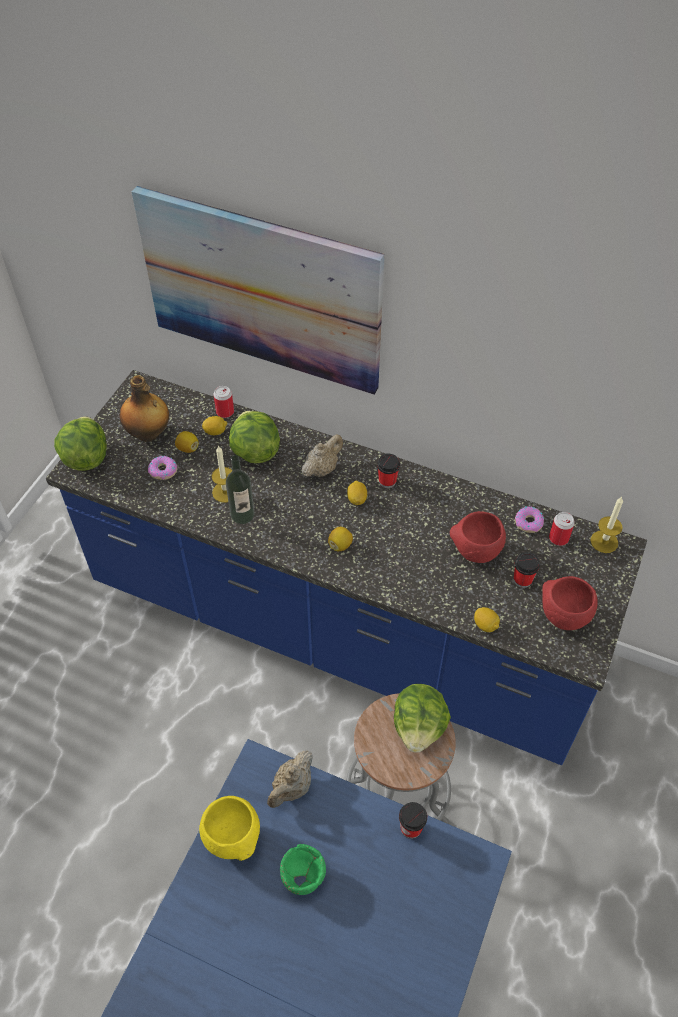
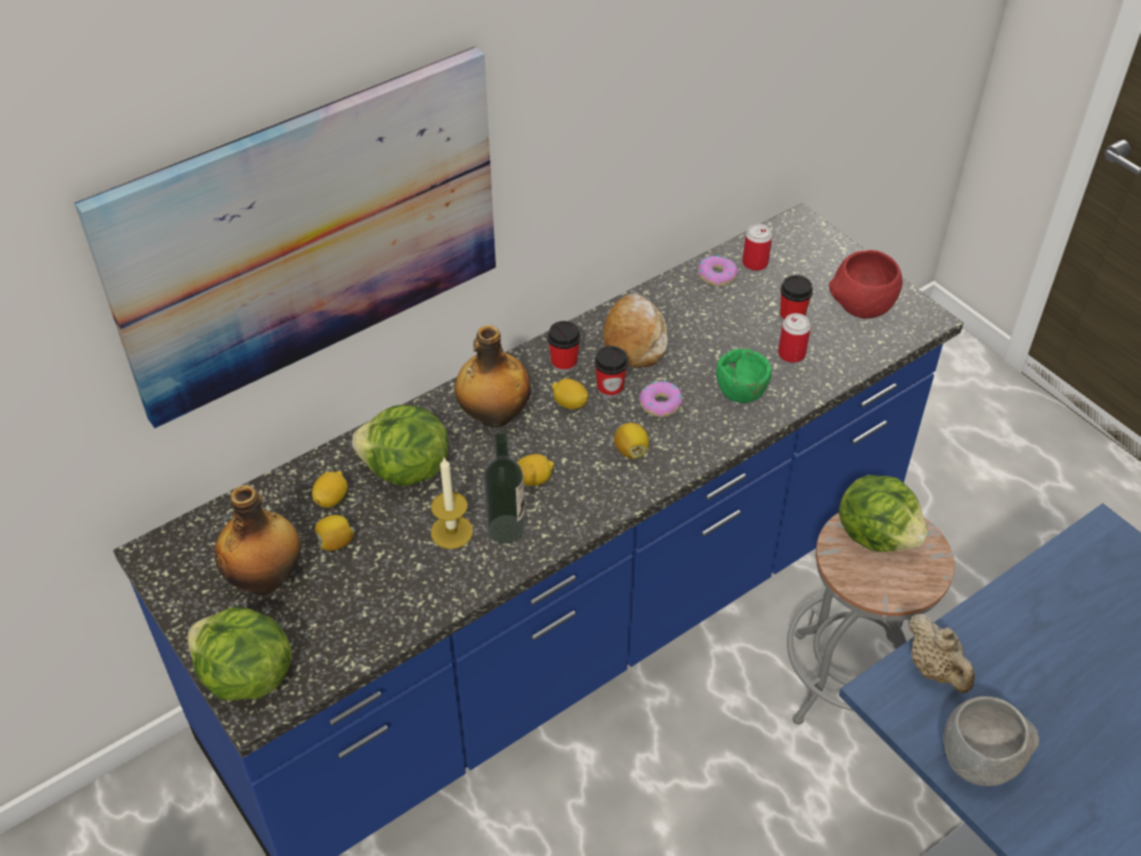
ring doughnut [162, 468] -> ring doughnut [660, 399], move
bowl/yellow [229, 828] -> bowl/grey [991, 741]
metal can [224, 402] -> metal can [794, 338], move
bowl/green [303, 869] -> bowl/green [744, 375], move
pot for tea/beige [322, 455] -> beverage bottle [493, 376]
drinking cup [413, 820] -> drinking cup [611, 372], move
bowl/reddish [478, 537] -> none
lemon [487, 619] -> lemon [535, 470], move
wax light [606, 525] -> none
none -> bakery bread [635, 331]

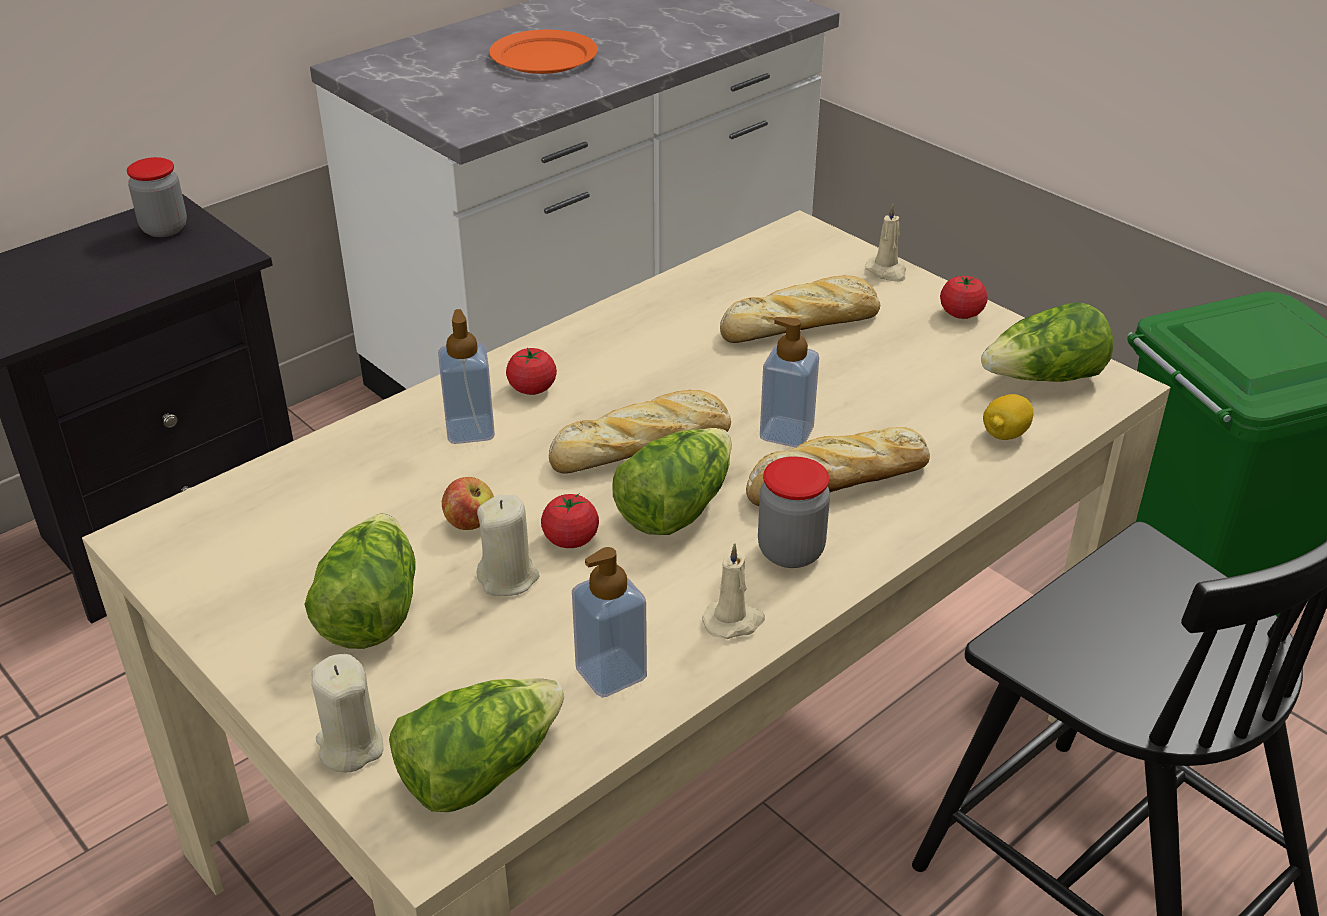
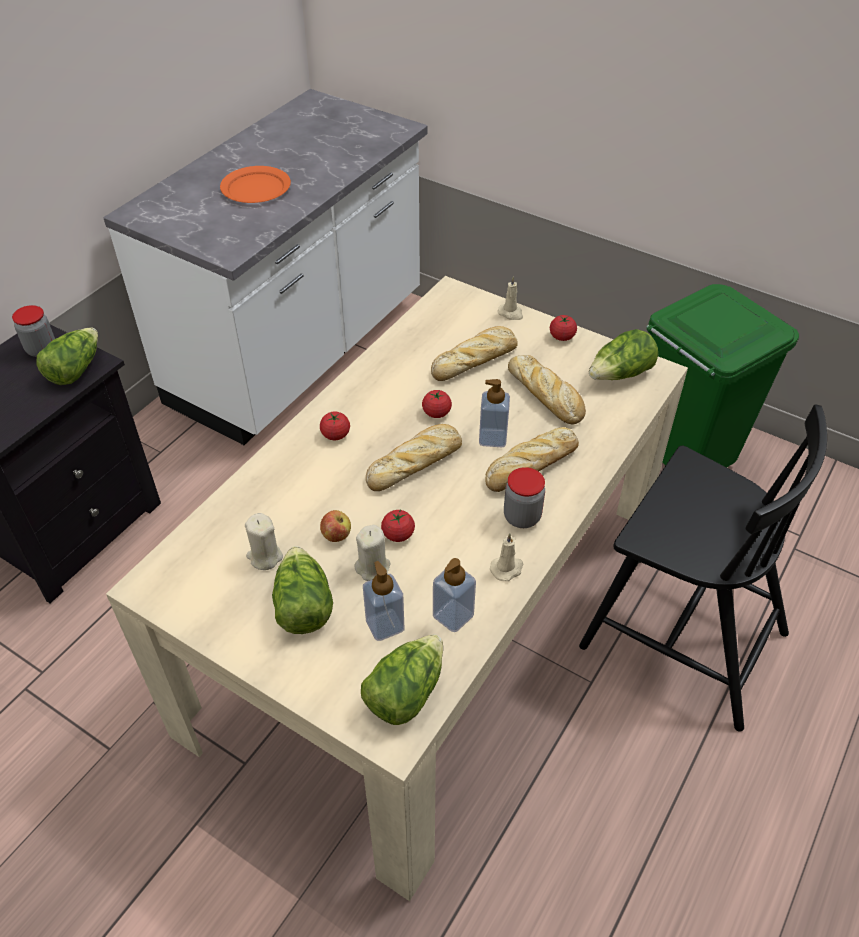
wax light/beige [347, 713] -> wax light/beige [264, 541], move
soap bottle [466, 376] -> soap bottle [384, 601], move
lettuce head [671, 481] -> lettuce head [67, 356], move
lemon [1008, 417] -> none
none -> tomato [437, 404]
none -> bakery bread [547, 390]

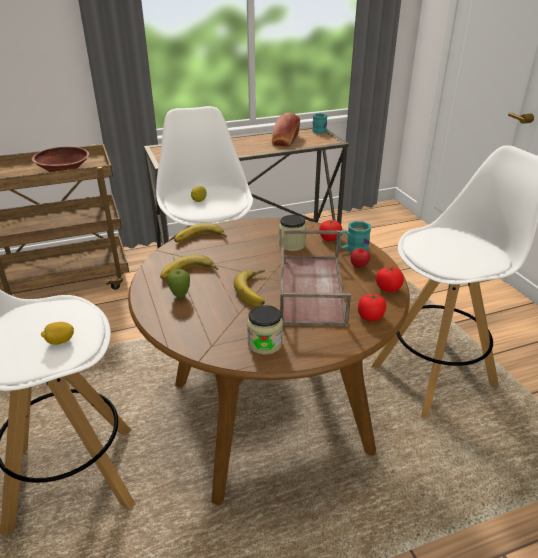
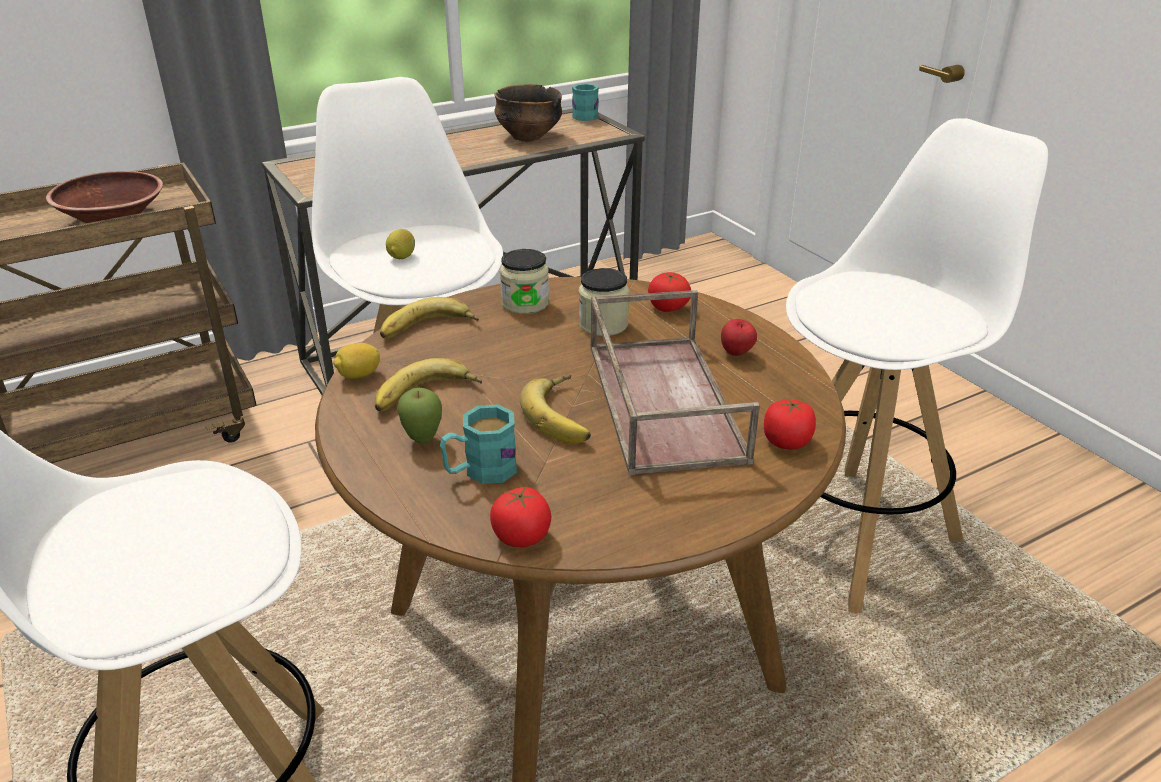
lemon [57, 333] -> lemon [356, 361], move
storage jar [265, 330] -> storage jar [524, 281], move
bakery bread [286, 130] -> bowl [528, 113]
coffee mug/turquoise-coloured [355, 237] -> coffee mug/turquoise-coloured [478, 444], move
tomato [390, 279] -> tomato [520, 517], move

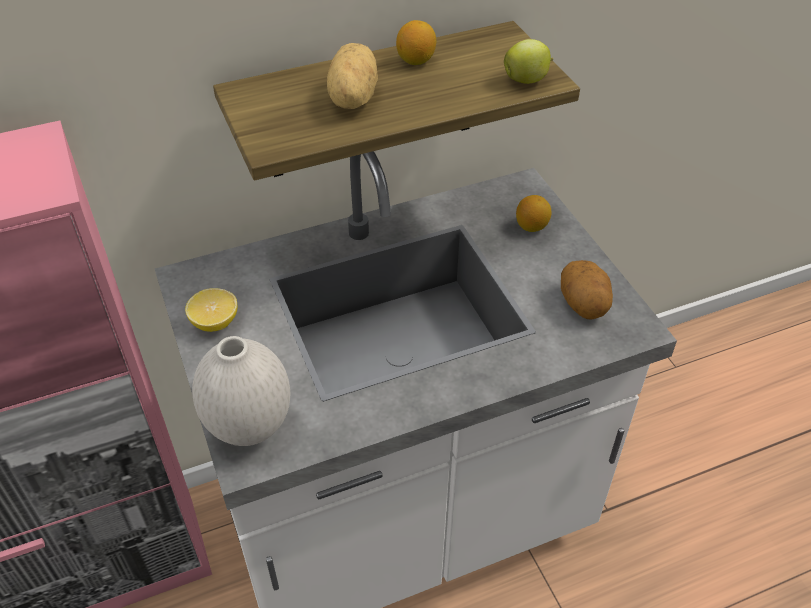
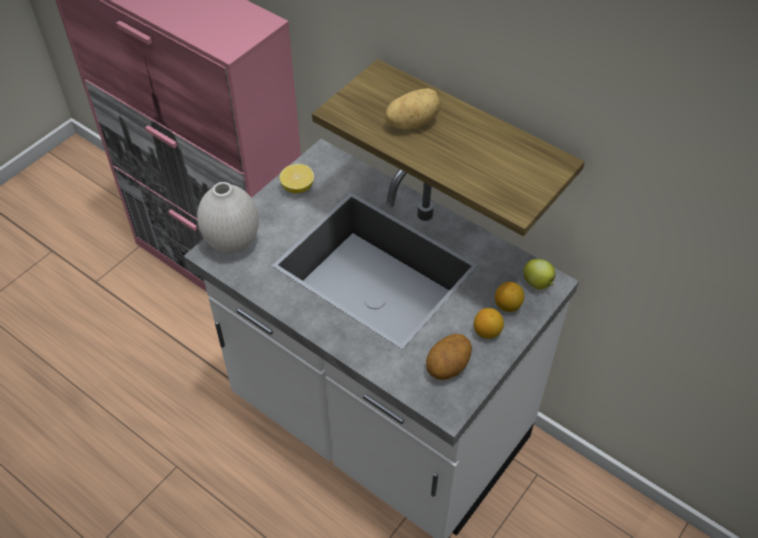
lemon [416, 42] -> lemon [489, 323], move
apple [528, 61] -> apple [539, 274], move

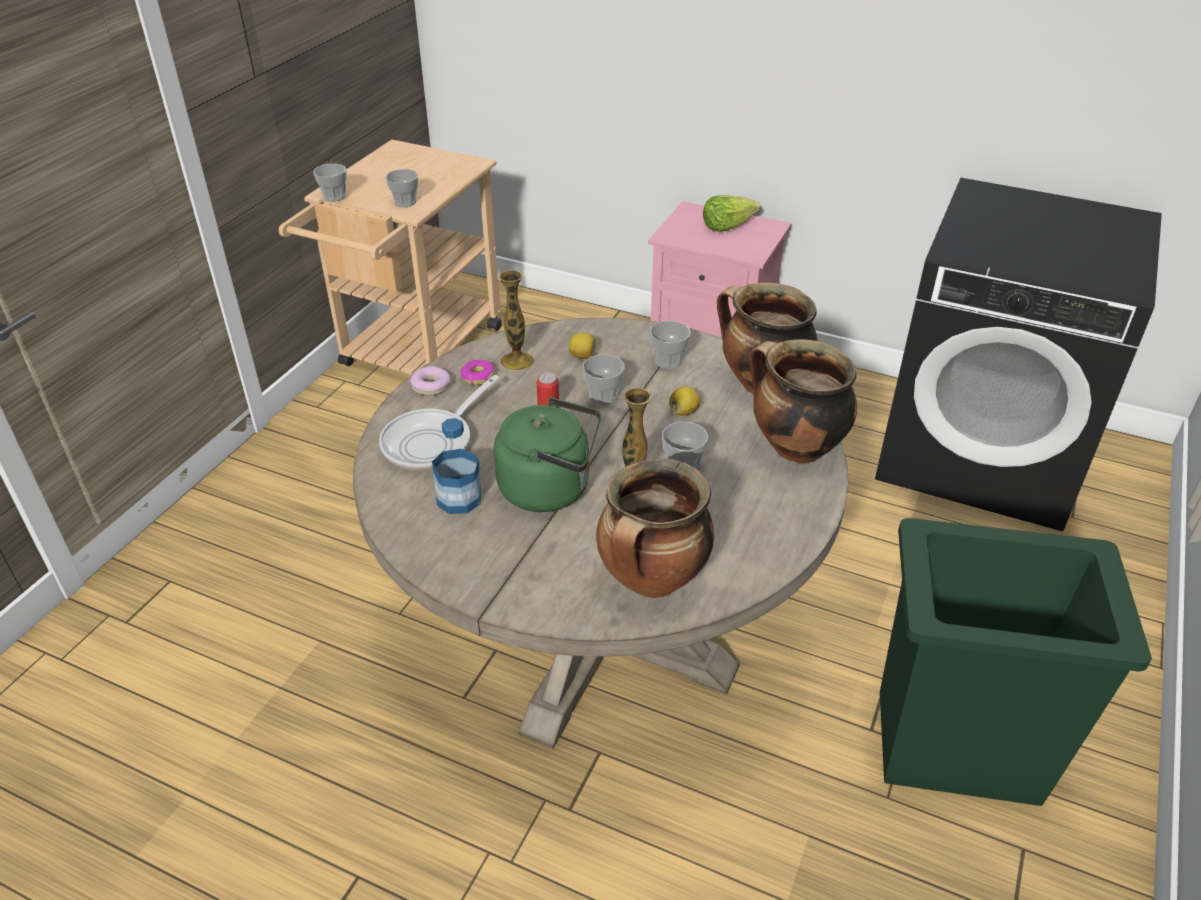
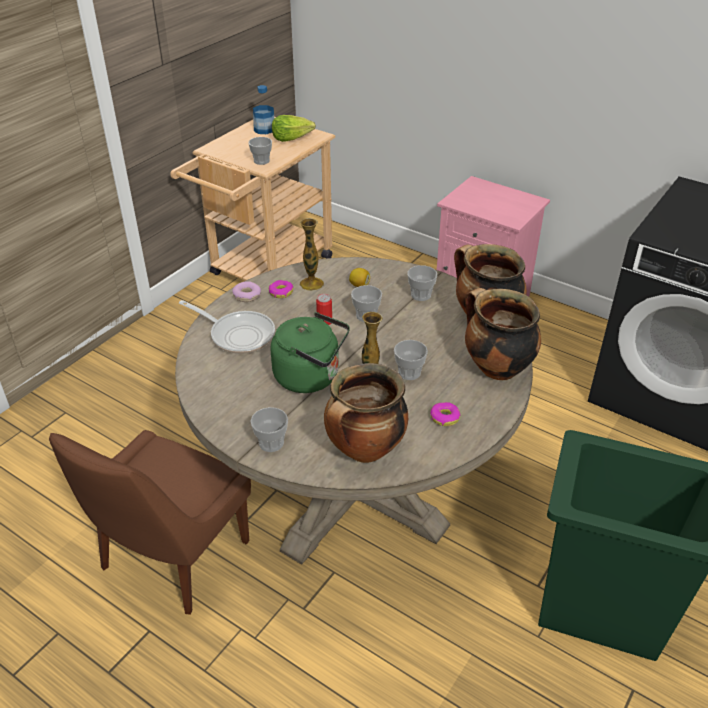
drinking cup [330, 182] -> drinking cup [269, 429], move
frying pan [439, 422] -> frying pan [227, 327], 105 degrees counterclockwise
beverage bottle [456, 466] -> beverage bottle [263, 109], move
lemon [684, 401] -> none
lettuce head [731, 213] -> lettuce head [294, 128], move
none -> upright chair/brown-coloured [150, 522]
none -> ring doughnut [445, 414]

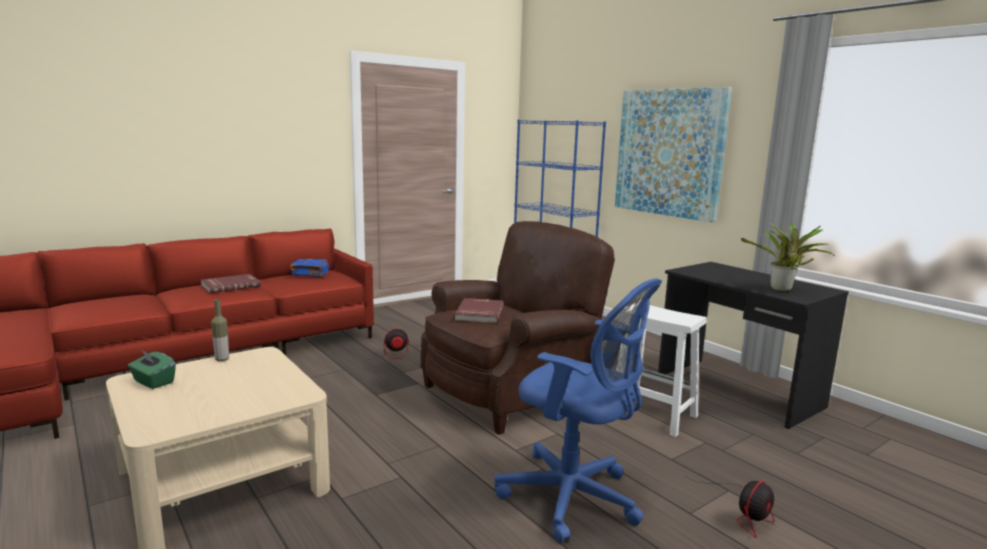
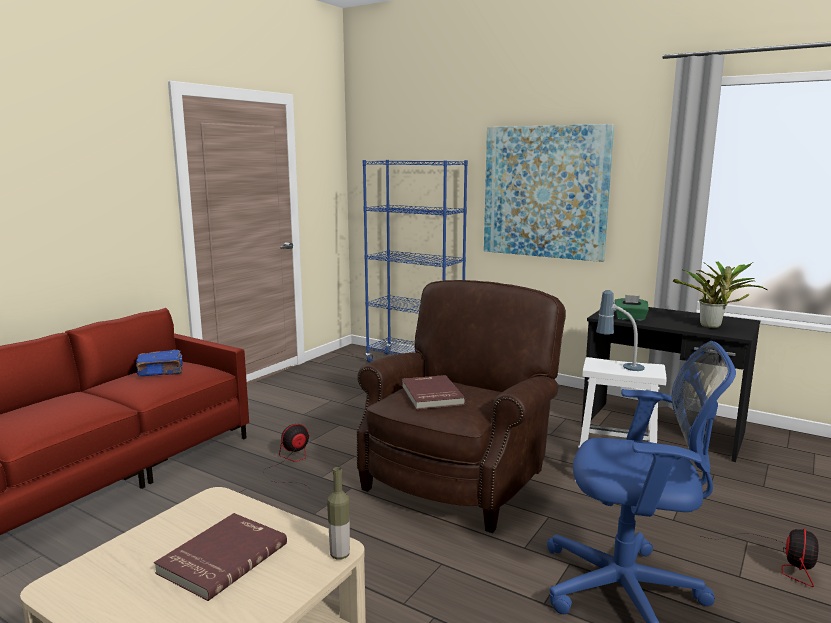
box of tissues/green [152, 369] -> box of tissues/green [631, 308], move
volume/reddish [231, 283] -> volume/reddish [220, 557], move
beverage bottle [220, 330] -> beverage bottle [338, 513], move
none -> table lamp [620, 330]

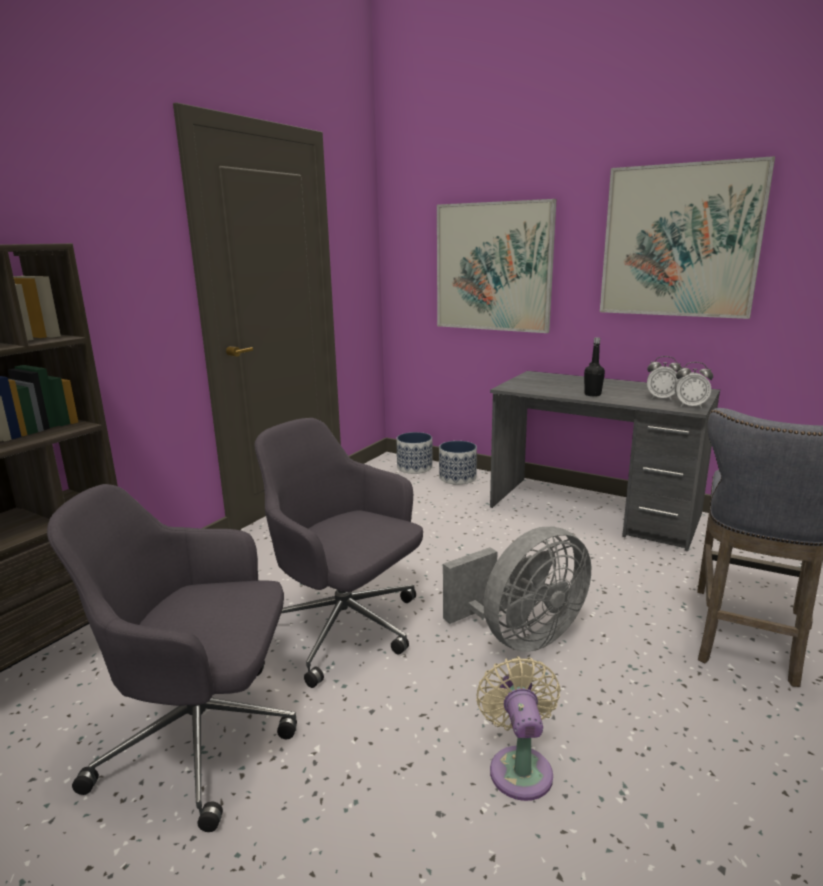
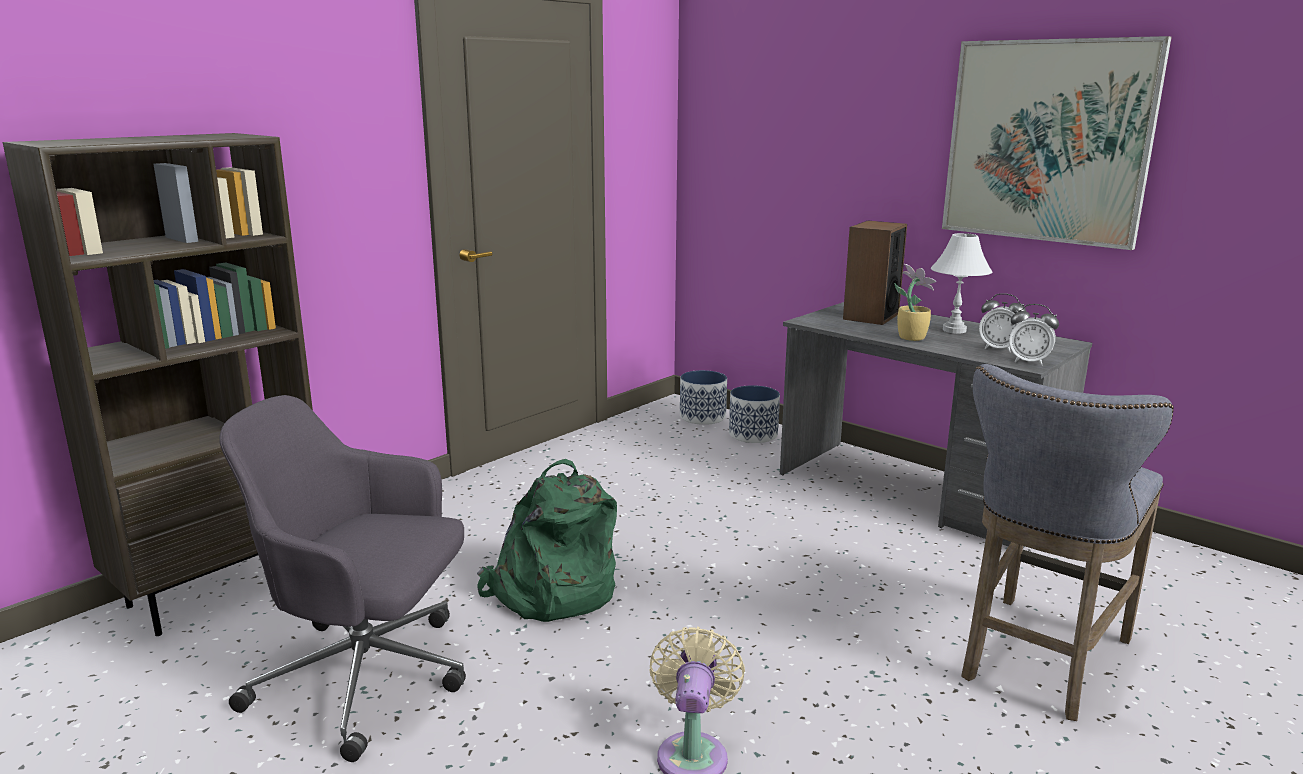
computer chair/grey [338, 553] -> knapsack/green [547, 540]
wall picture [497, 266] -> none
cooling fan/grey [517, 589] -> none
beverage bottle/black-coloured [594, 367] -> potted plant [915, 302]
none -> speaker [875, 273]
none -> table lamp/white-coloured [961, 283]

